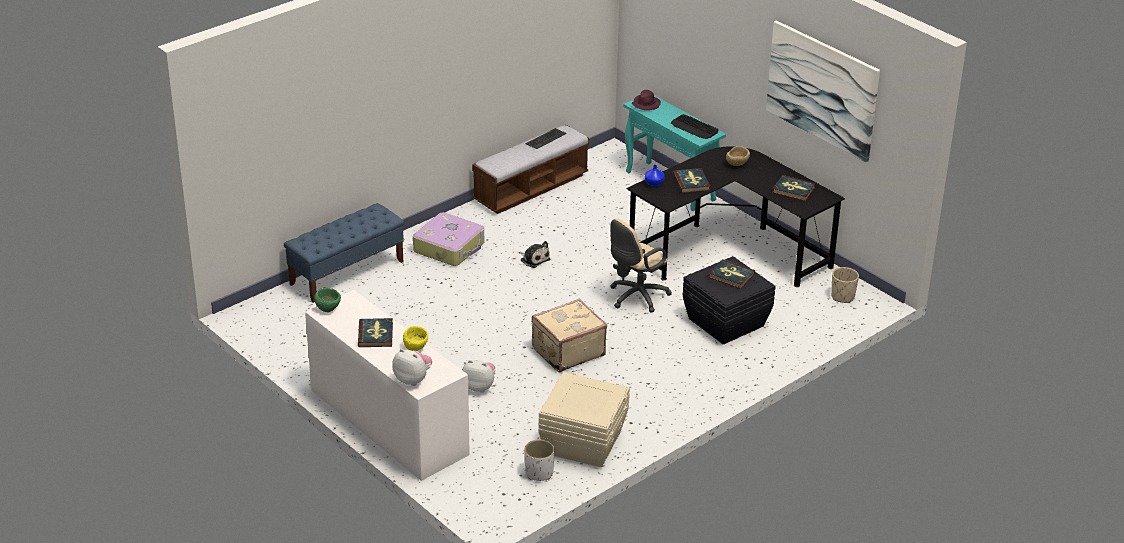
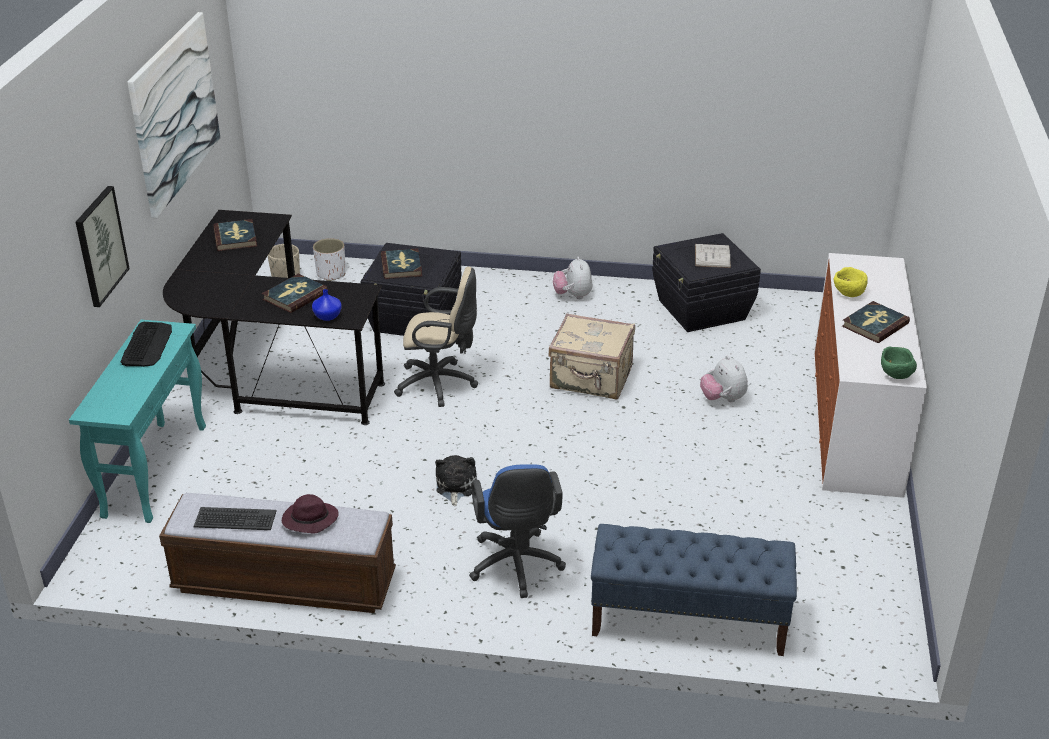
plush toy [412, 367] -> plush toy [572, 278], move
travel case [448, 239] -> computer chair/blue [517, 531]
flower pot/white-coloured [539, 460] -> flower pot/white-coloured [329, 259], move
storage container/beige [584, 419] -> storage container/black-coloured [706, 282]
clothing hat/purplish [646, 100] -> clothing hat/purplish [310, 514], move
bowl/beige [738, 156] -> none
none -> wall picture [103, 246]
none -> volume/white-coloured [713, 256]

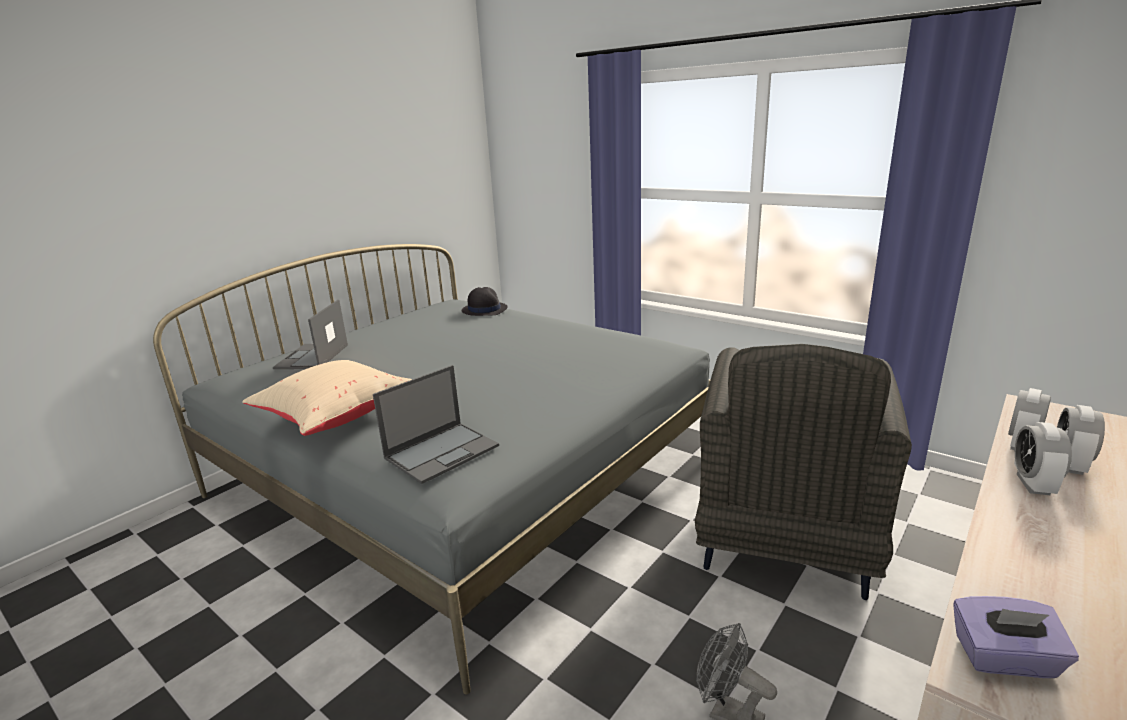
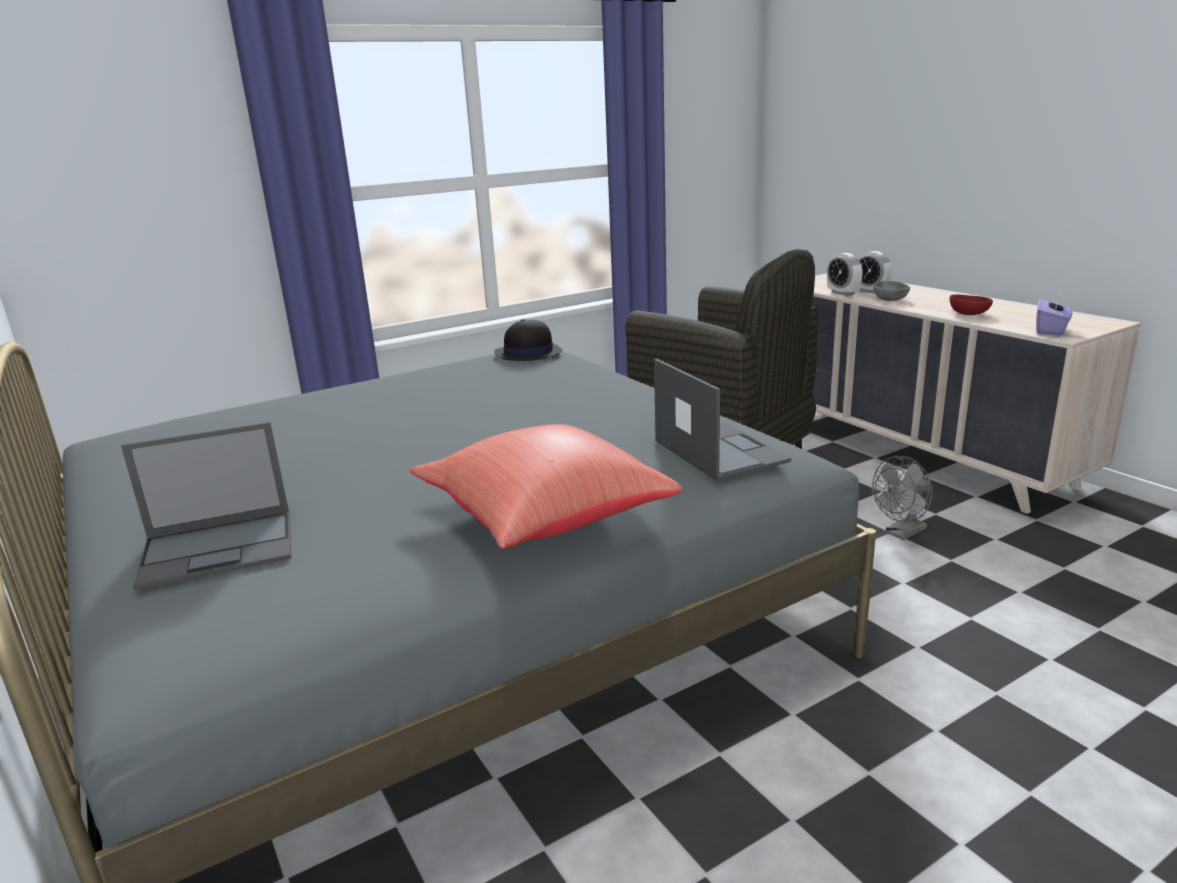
pillow/beige [327, 398] -> pillow/reddish [545, 486]
laptop [310, 334] -> laptop [206, 506], 45 degrees counterclockwise
clothing hat/black-coloured [485, 301] -> clothing hat/black-coloured [528, 340], move
alarm clock [1043, 458] -> bowl/grey [891, 291]
none -> bowl/reddish [971, 304]

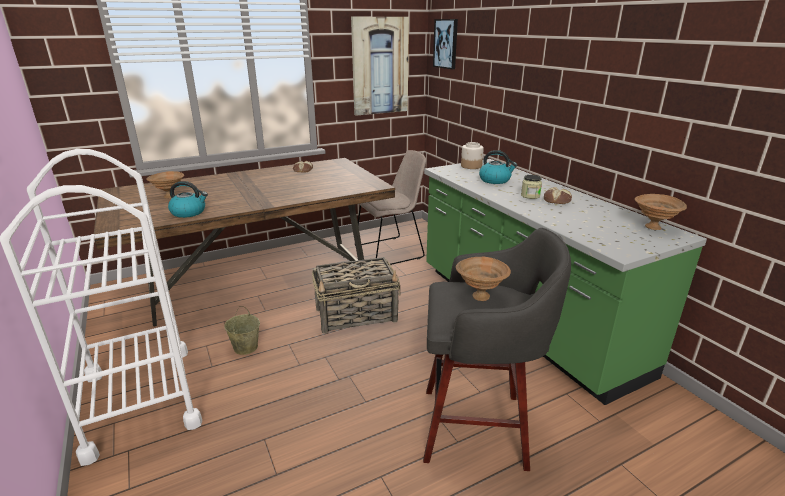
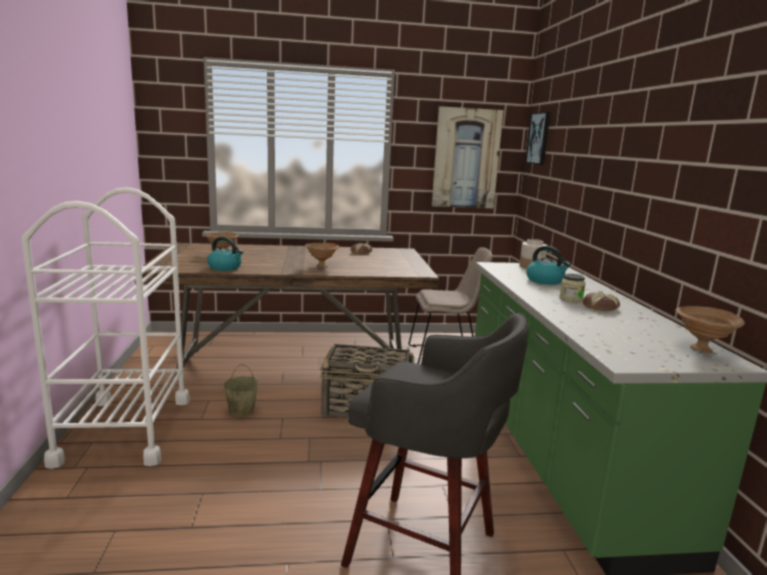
bowl/brown-coloured [483, 279] -> bowl/brown-coloured [322, 255], move

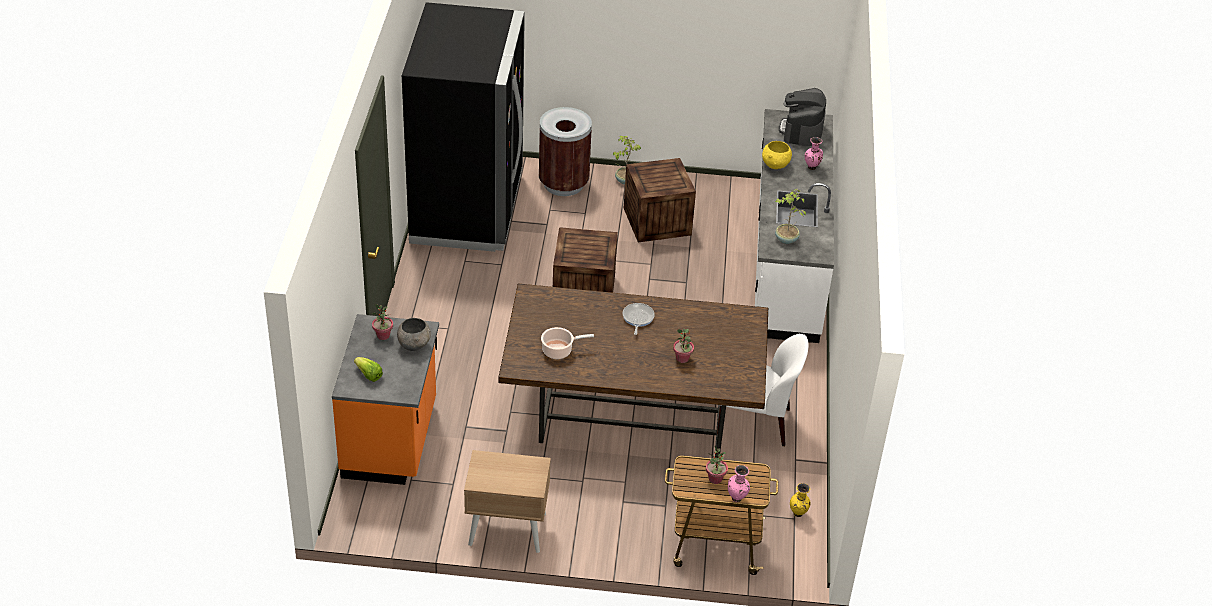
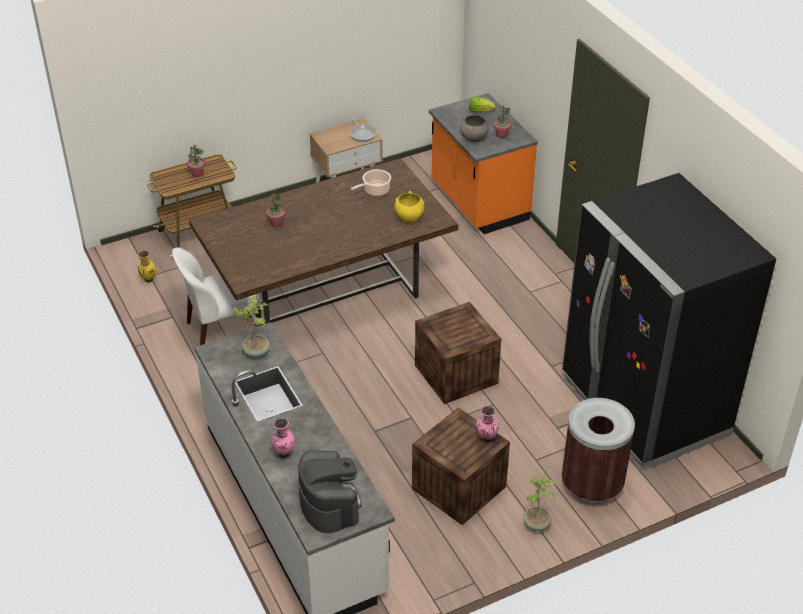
frying pan [639, 319] -> frying pan [363, 130], move
decorative vase/pink [739, 483] -> decorative vase/pink [487, 424], move
bowl/yellow [777, 155] -> bowl/yellow [409, 207], move

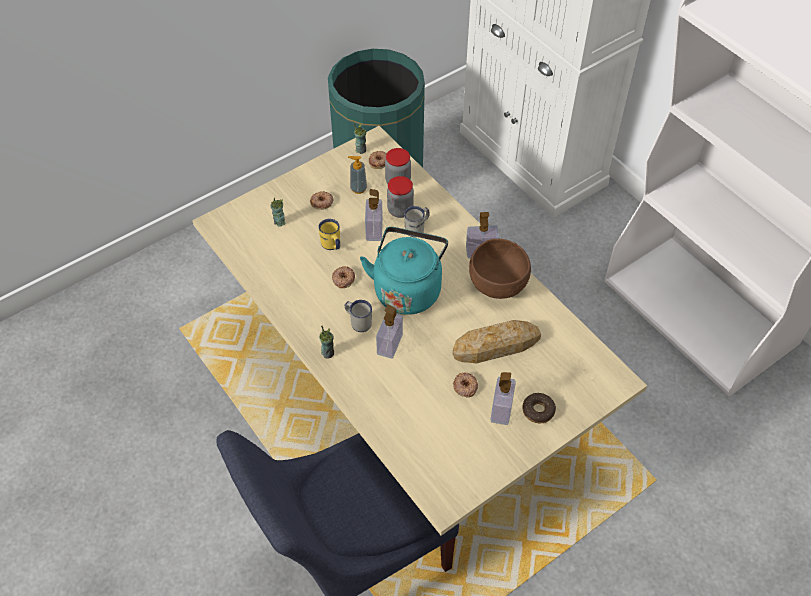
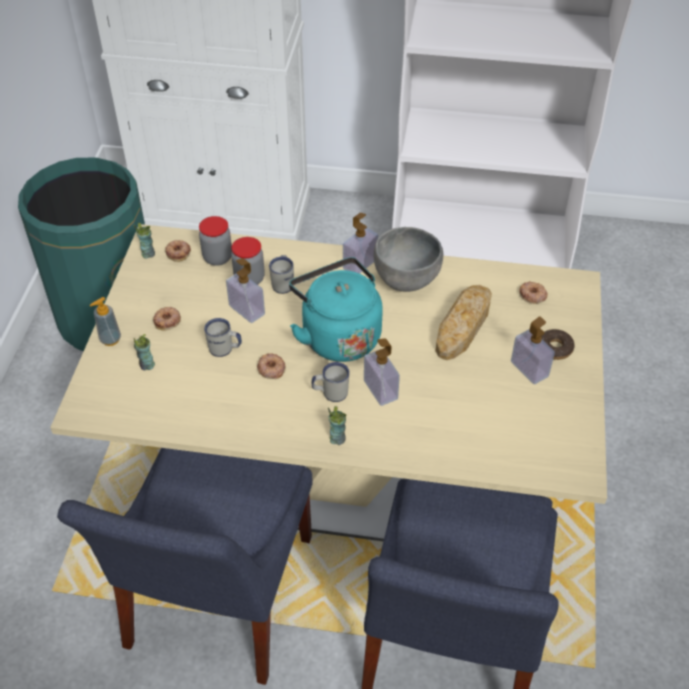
coffee mug/yellow [329, 234] -> coffee mug/white-coloured [223, 337]
soap bottle [357, 175] -> soap bottle [105, 321], move
ring doughnut [465, 385] -> ring doughnut [533, 292], move
bowl/brown-coloured [500, 269] -> bowl/grey [408, 259]
none -> upright chair/blue [185, 566]

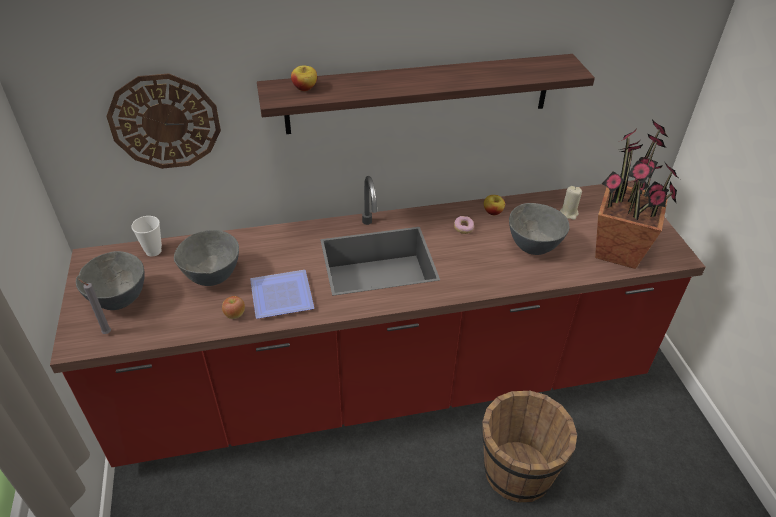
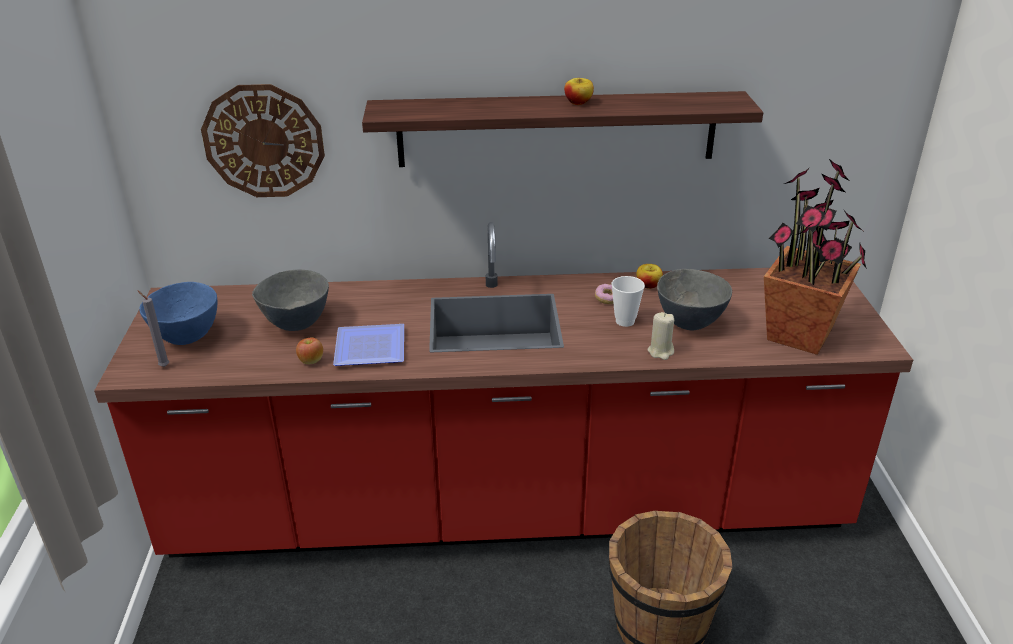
bowl/grey [110, 280] -> bowl/blue [178, 313]
drinking cup [146, 236] -> drinking cup [628, 301], move
apple [304, 78] -> apple [579, 91], move
wax light/beige [571, 203] -> wax light/beige [661, 336], move

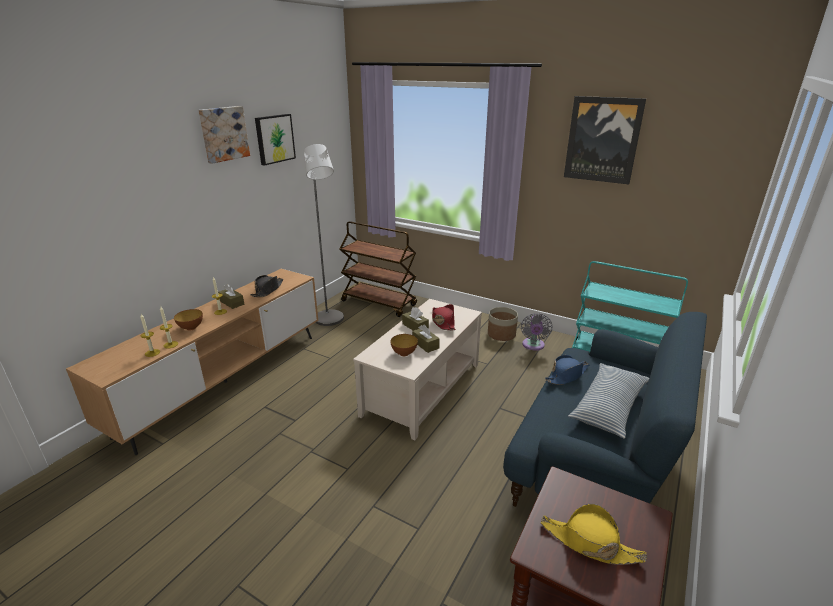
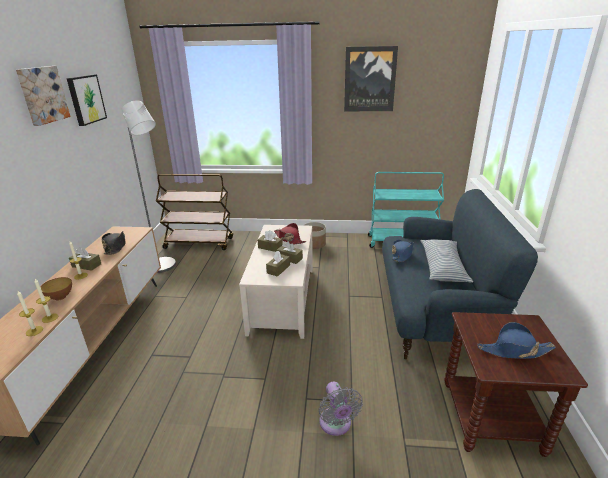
bowl [404, 345] -> box of tissues/brown-coloured [278, 264]
cooling fan/grey [537, 332] -> cooling fan/grey [341, 409], move
clothing hat/yellow [594, 534] -> clothing hat/blue [516, 340]

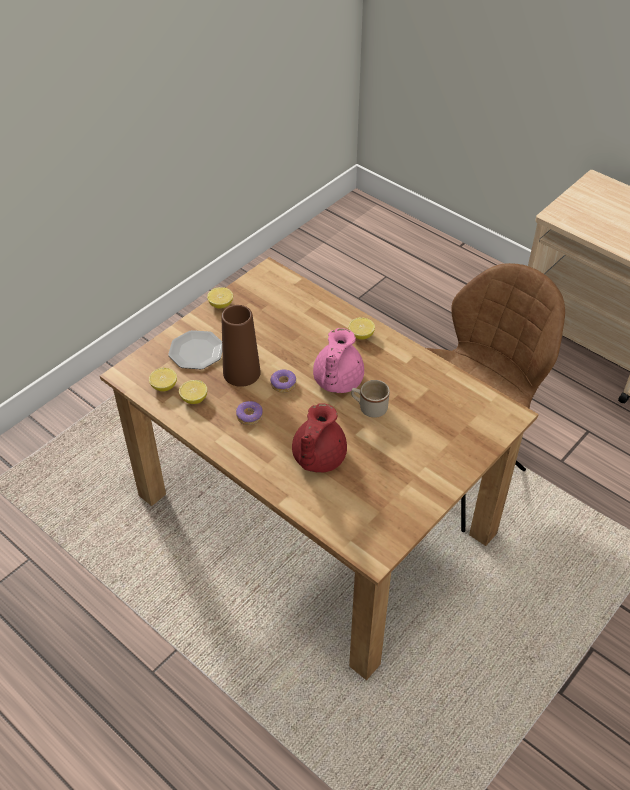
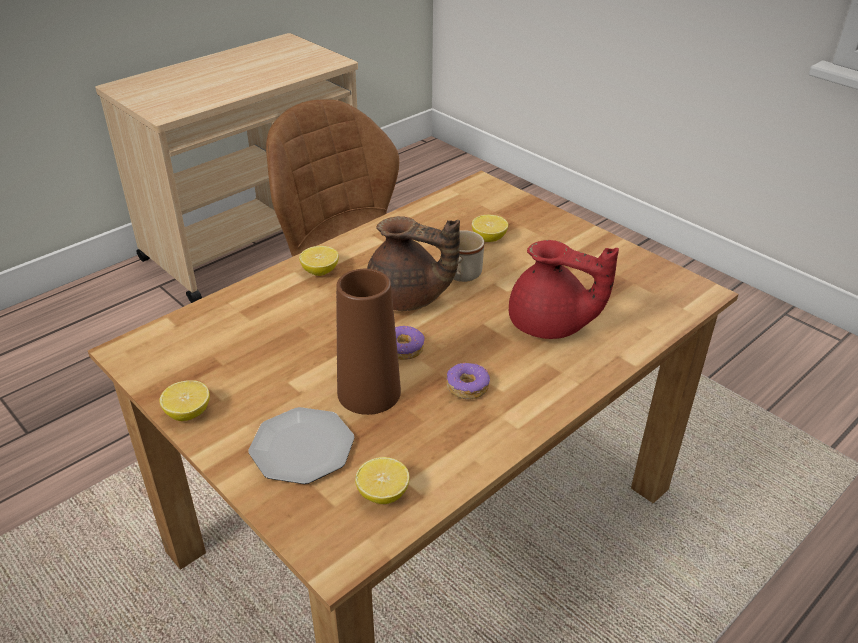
lemon [193, 392] -> lemon [490, 228], move
pot for tea/pink [338, 360] -> pot for tea/brown-coloured [413, 263]

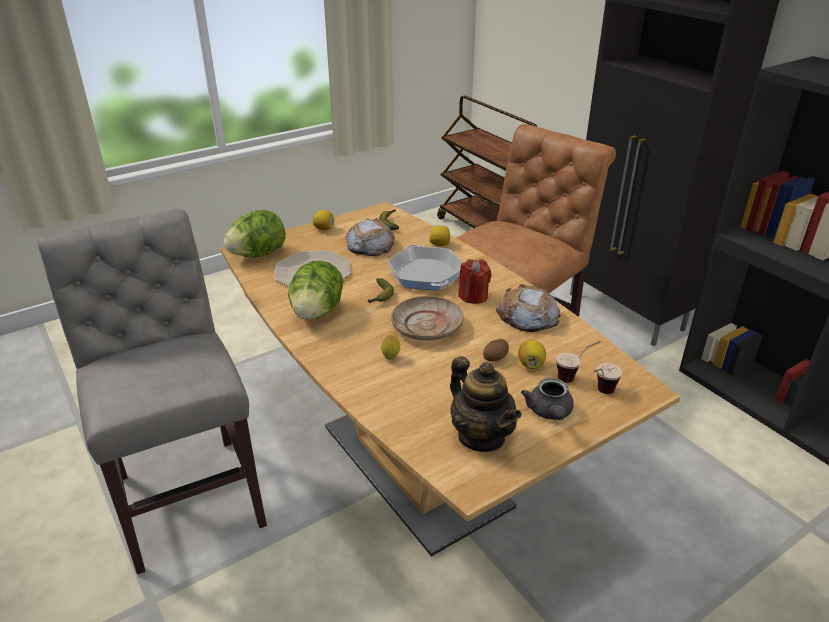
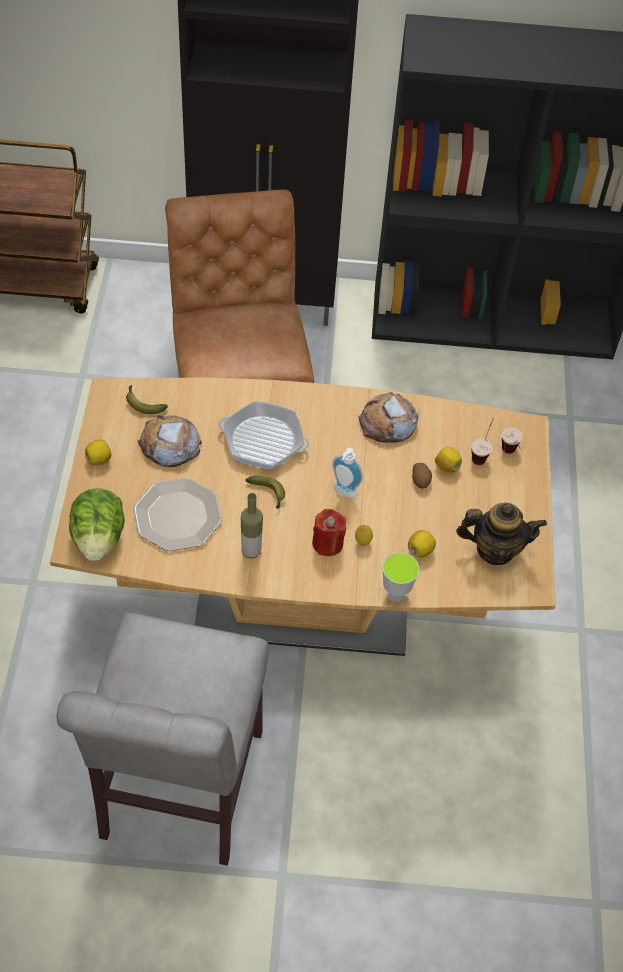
upright chair/grey [152, 392] -> upright chair/grey [162, 739], 90 degrees counterclockwise
lettuce head [316, 290] -> beverage bottle [252, 526]
dinner plate/beige [427, 318] -> soap bottle [347, 473]
lemon [439, 235] -> lemon [422, 544], move
wax light/reddish [474, 281] -> wax light/reddish [329, 532], move
pot for tea/grey [547, 399] -> none
none -> drinking cup [400, 577]

